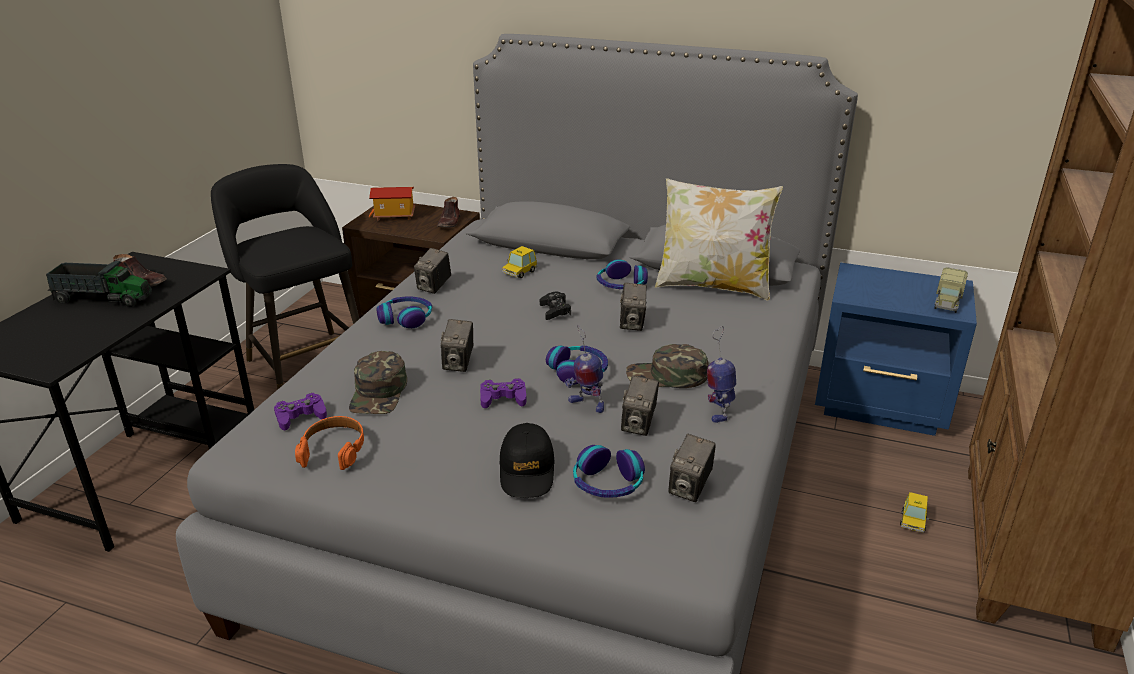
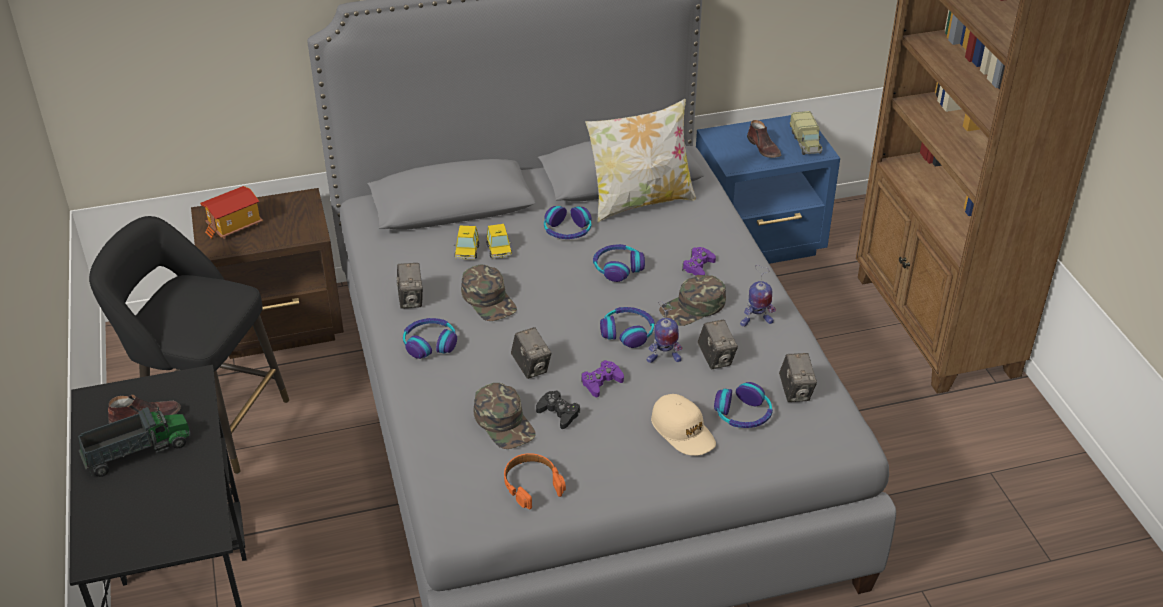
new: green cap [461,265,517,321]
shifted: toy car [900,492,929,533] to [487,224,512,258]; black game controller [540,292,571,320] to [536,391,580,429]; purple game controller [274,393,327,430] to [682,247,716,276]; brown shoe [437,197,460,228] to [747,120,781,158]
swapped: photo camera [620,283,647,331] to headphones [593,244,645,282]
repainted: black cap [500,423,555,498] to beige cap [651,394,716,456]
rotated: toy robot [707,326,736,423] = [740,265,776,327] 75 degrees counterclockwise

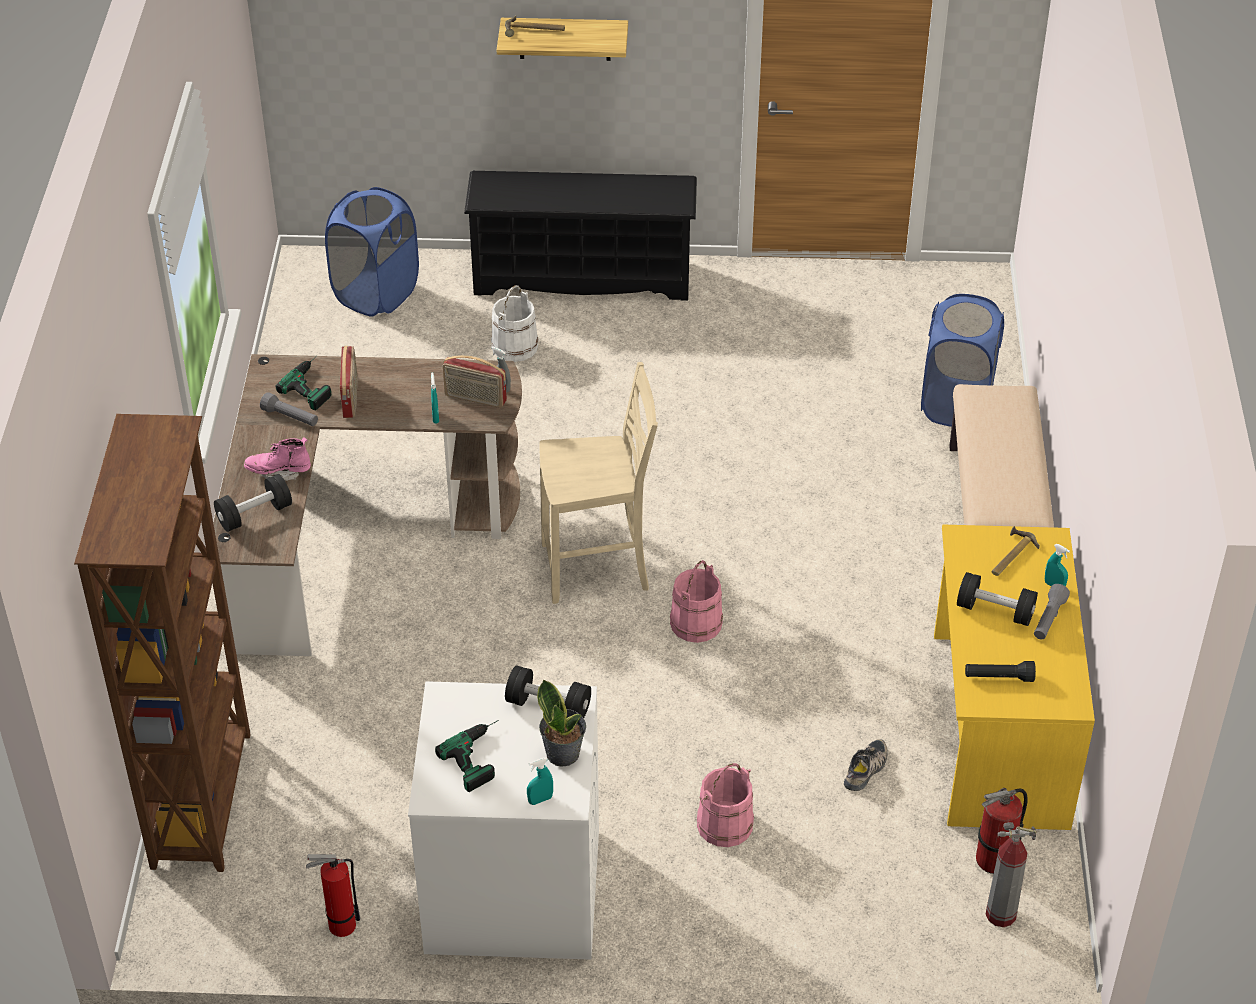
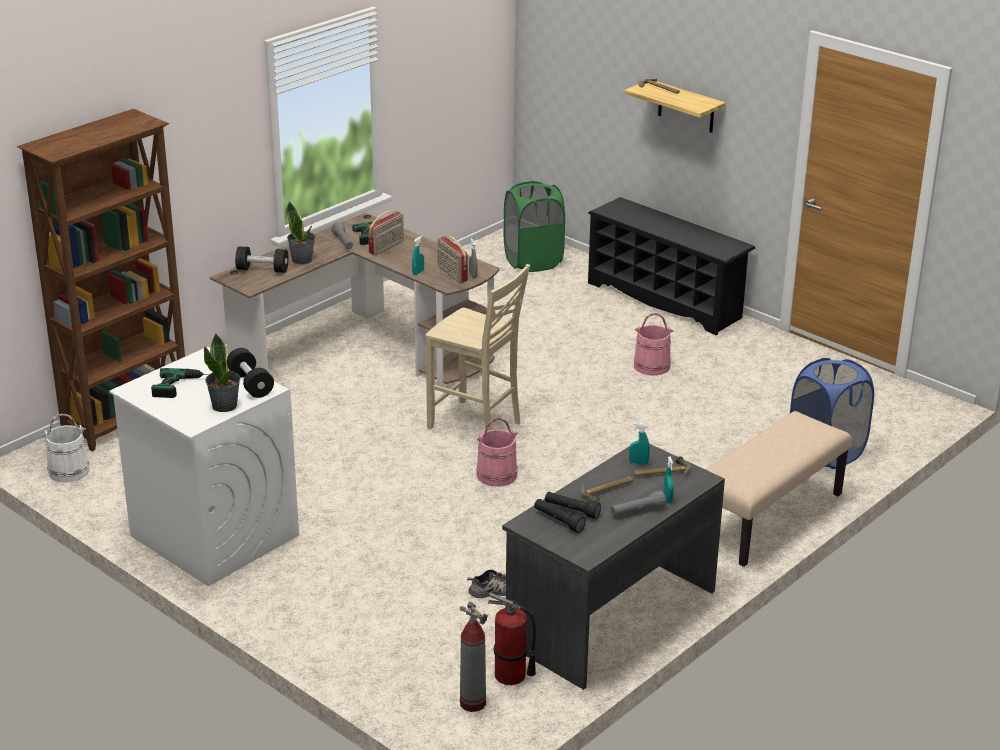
gone: fire extinguisher [306,853,360,937]
new: black flashlight [545,492,601,519]
shifted: white bucket [491,285,538,362] to [42,414,90,482]; turquoise spray bottle [527,757,553,805] to [629,423,650,465]; pink bucket [697,763,754,847] to [634,313,674,375]
swapped: pink boot [244,437,311,481] to potted plant [285,202,315,265]; black dumbbell [957,572,1038,626] to hammer [581,476,633,502]
repainted: yellow desk [934,525,1095,830] to grey desk [502,444,725,690]; blue laundry basket [325,187,419,317] to green laundry basket [504,181,565,272]

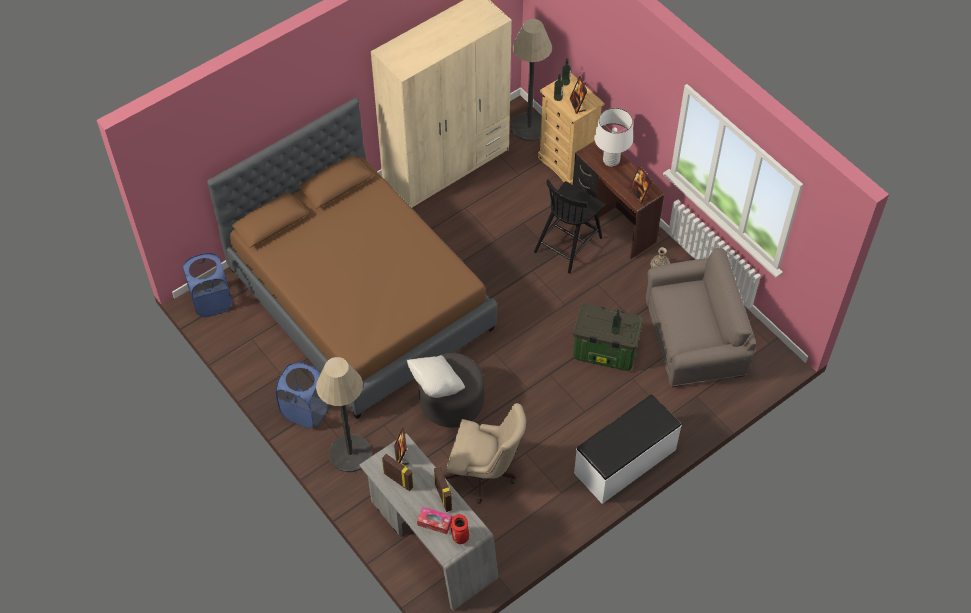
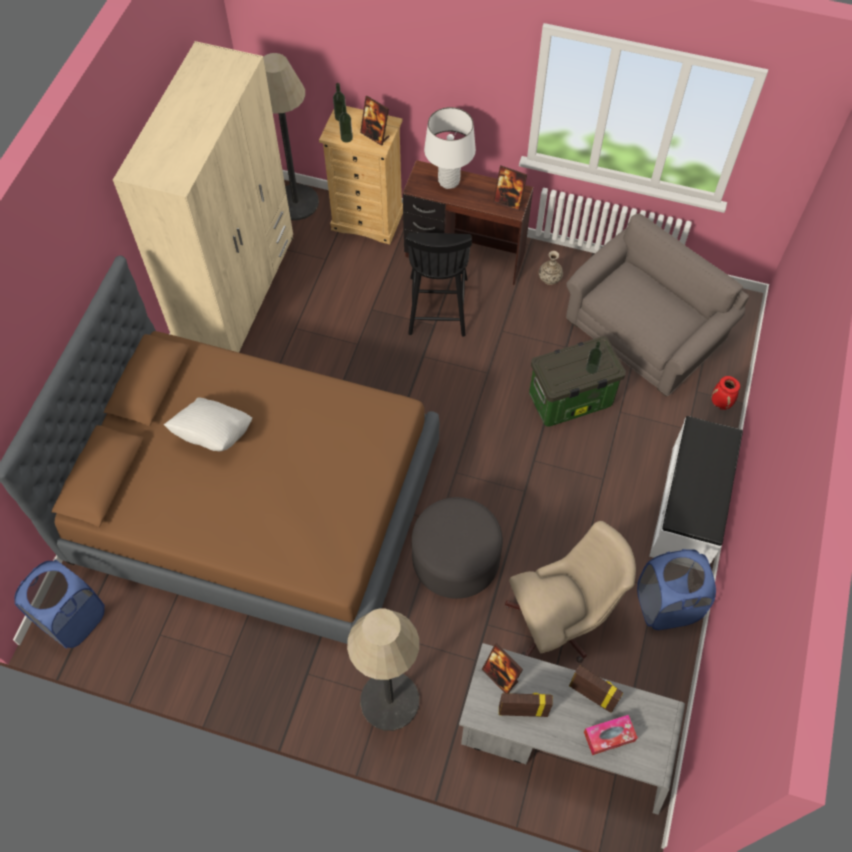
shifted: white pillow [407,355,465,398] to [164,398,252,451]; blue laundry basket [276,362,329,428] to [637,549,716,630]; red vase [450,514,469,544] to [711,376,740,410]

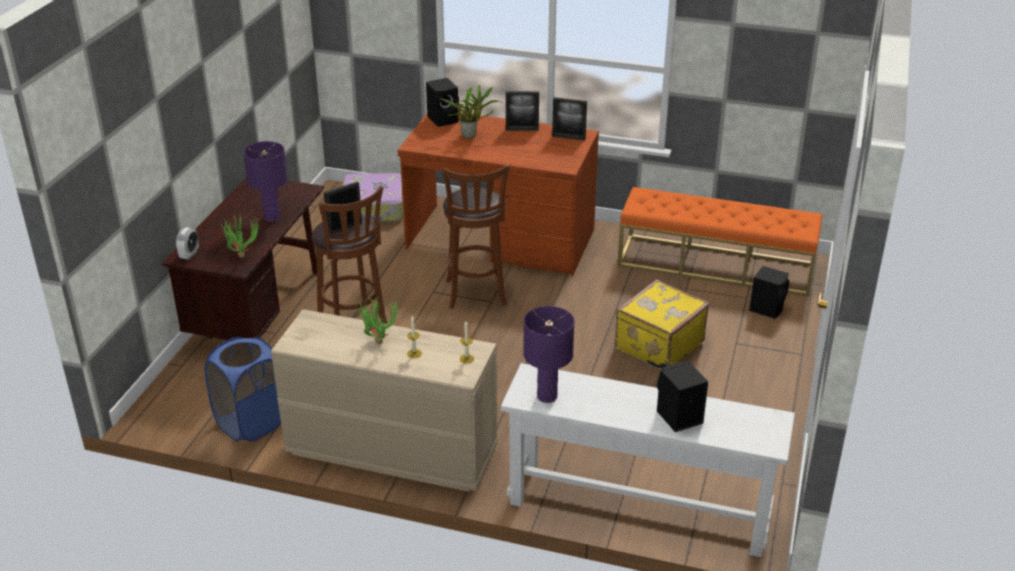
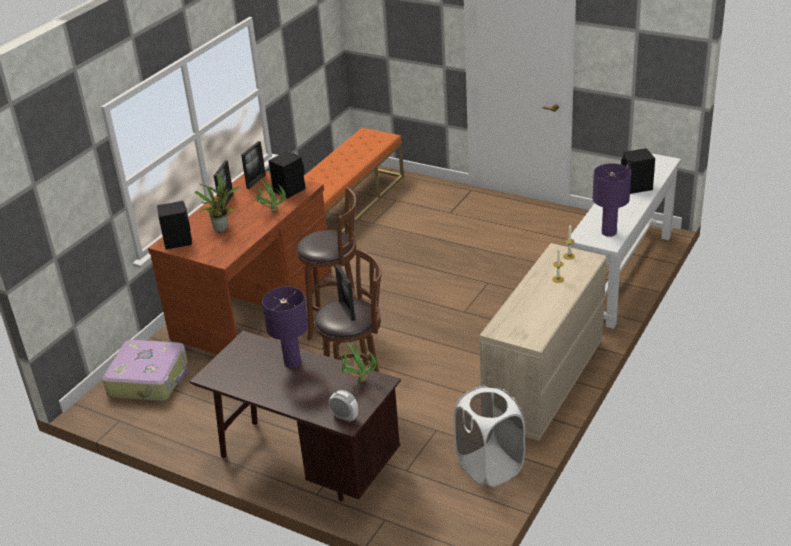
gone: yellow suitcase [615,279,709,370]
shifted: potted plant [356,296,400,344] to [253,176,286,213]; black speaker [749,266,789,319] to [268,151,305,199]
repainted: blue laundry basket [205,337,281,442] to white laundry basket [454,386,525,487]

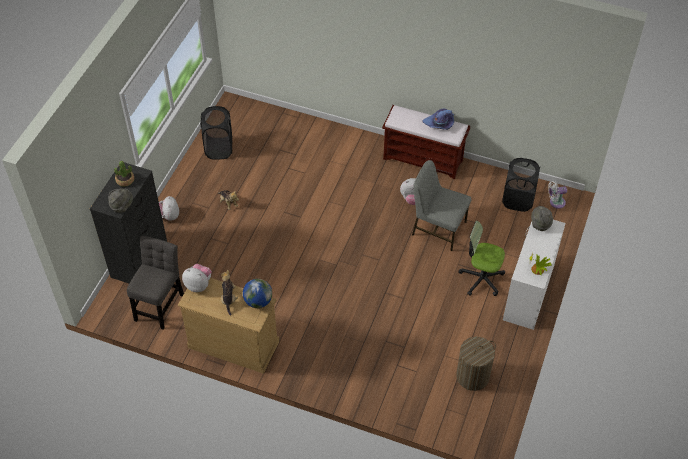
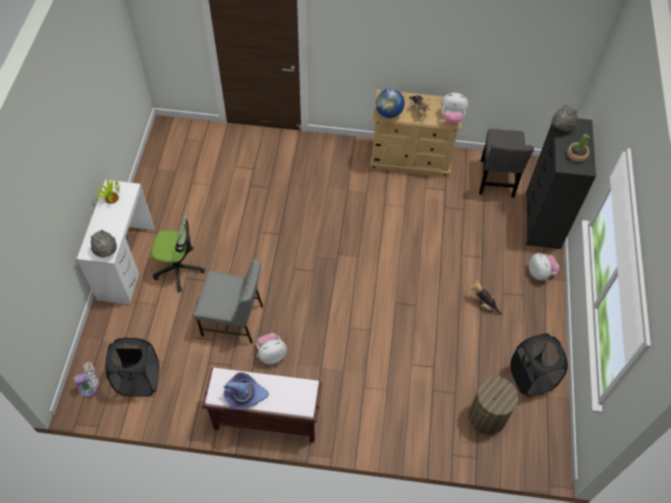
shifted: laundry basket [456,337,496,391] to [469,377,519,435]

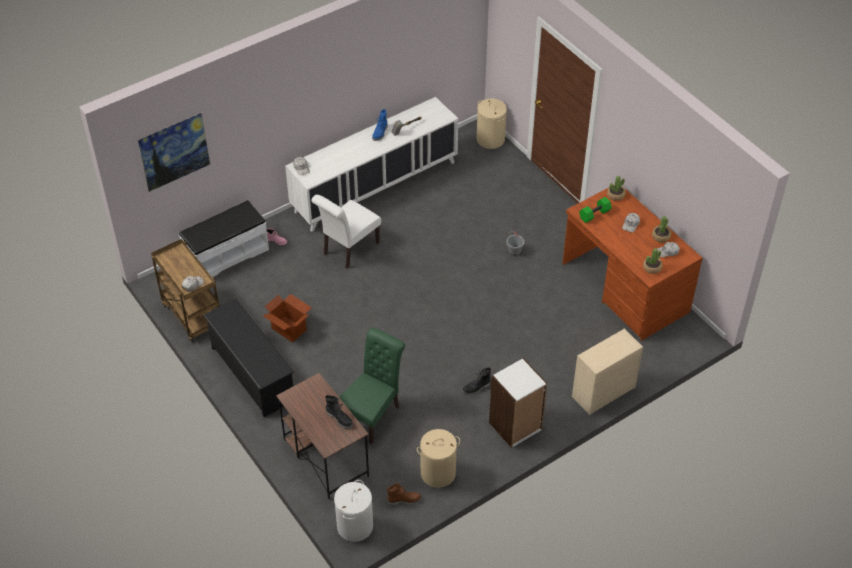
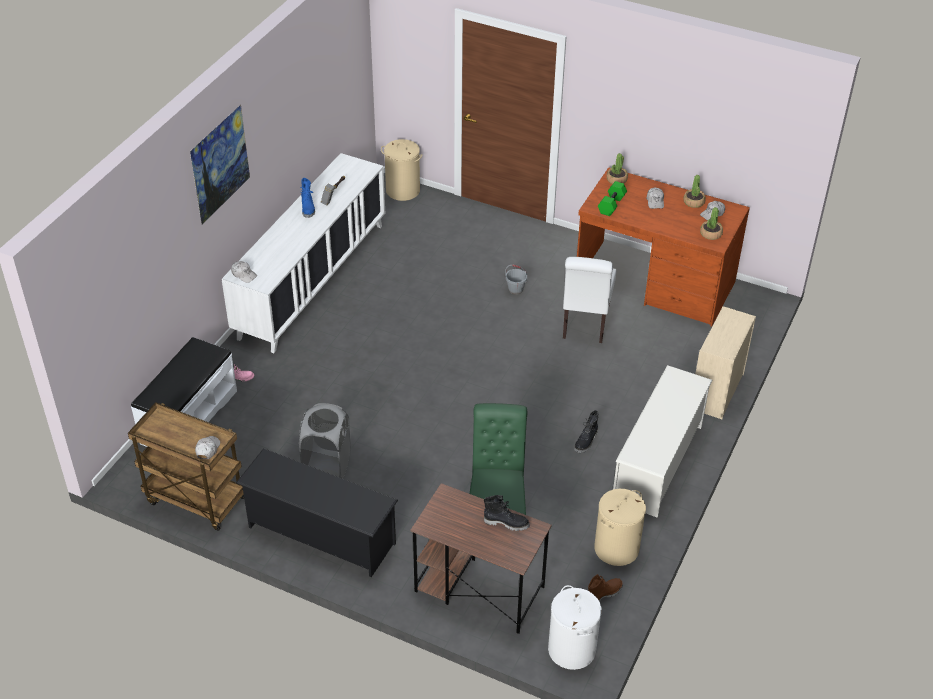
shifted: picture [138,113,210,192] to [190,105,250,225]; white chair [311,195,381,269] to [563,257,617,343]
swapped: cardboard box [263,294,312,343] to grey laundry basket [299,403,351,479]; white bookcase [489,358,547,448] to white shoe rack [613,365,712,518]

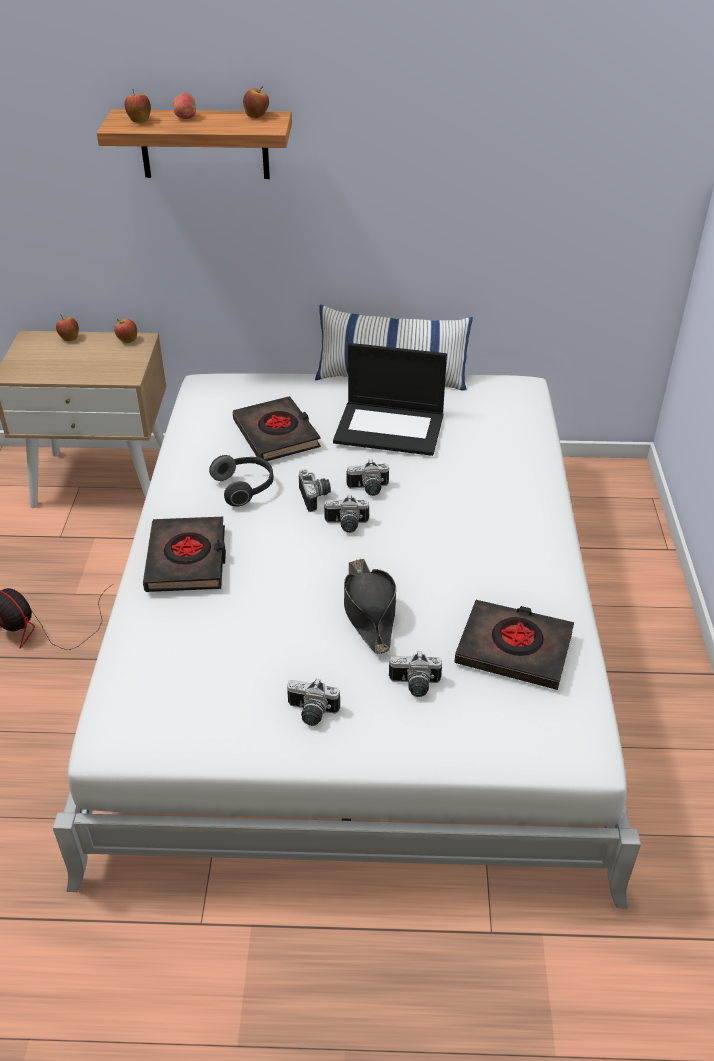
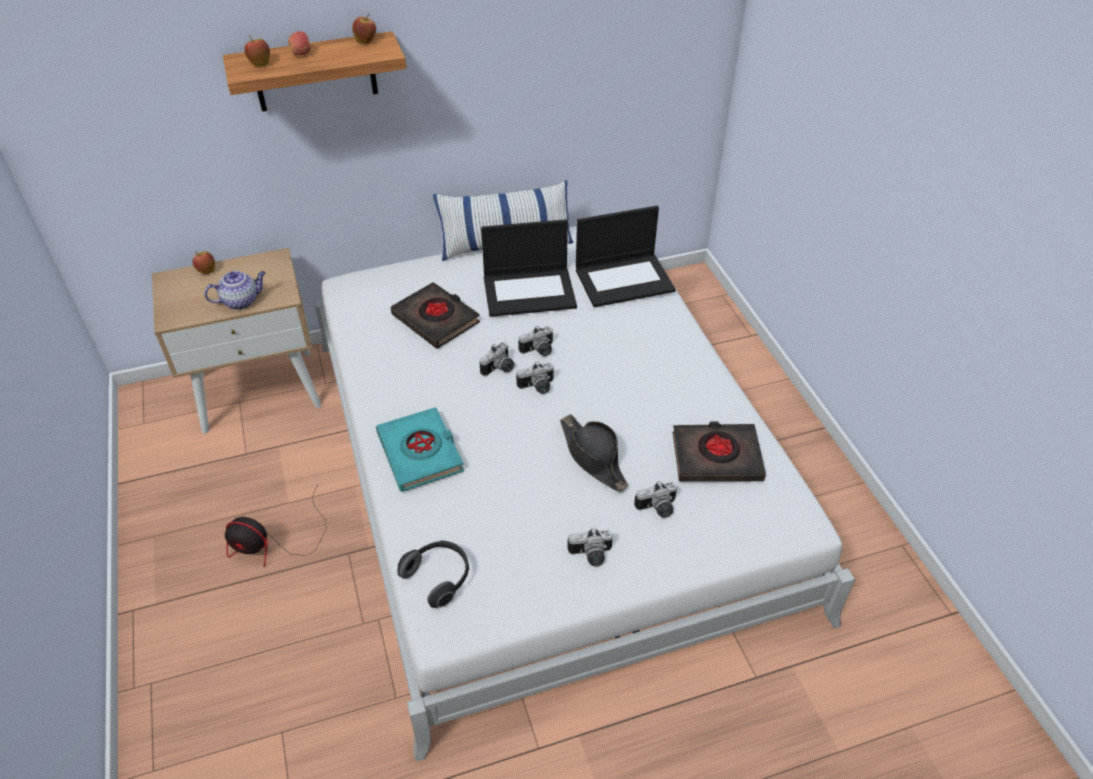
gone: apple [114,319,137,343]
new: teapot [204,271,266,310]; laptop [576,206,676,307]
shifted: headphones [209,455,273,507] to [397,540,469,608]
repainted: black book [143,517,226,592] to turquoise book [376,407,464,492]
rotated: photo camera [299,469,331,512] = [480,342,515,376] 75 degrees clockwise

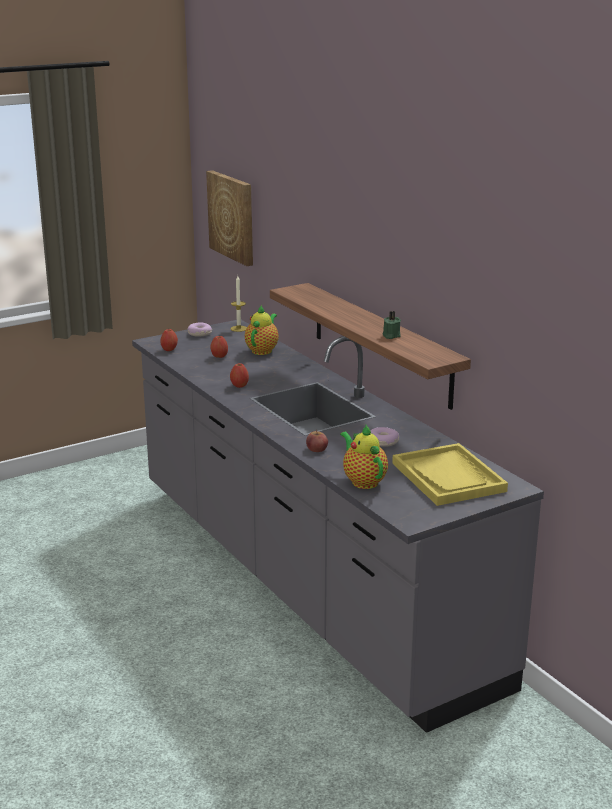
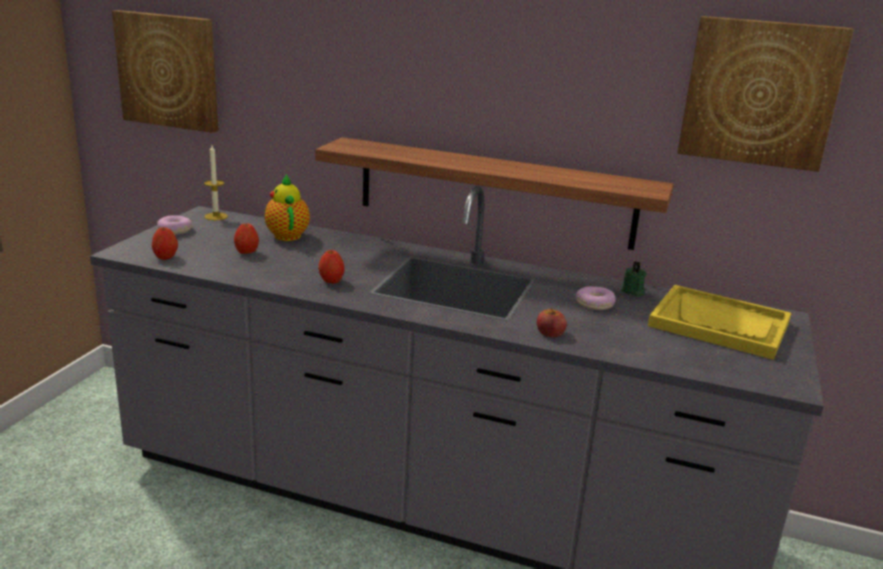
gone: teapot [340,425,388,489]
new: picture [677,16,854,172]
shifted: green candle [383,311,401,339] to [621,261,647,296]

